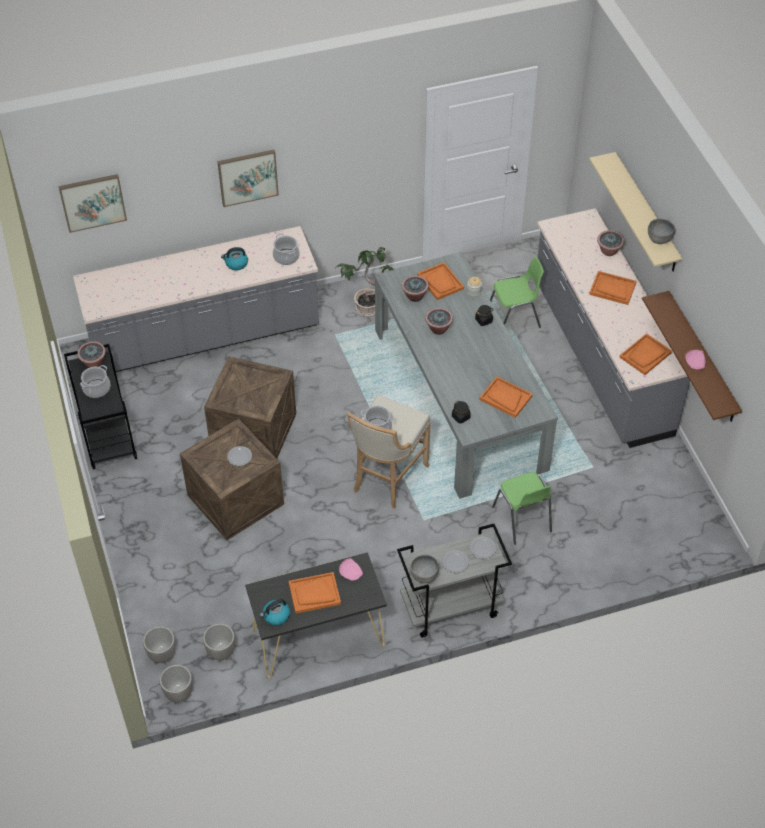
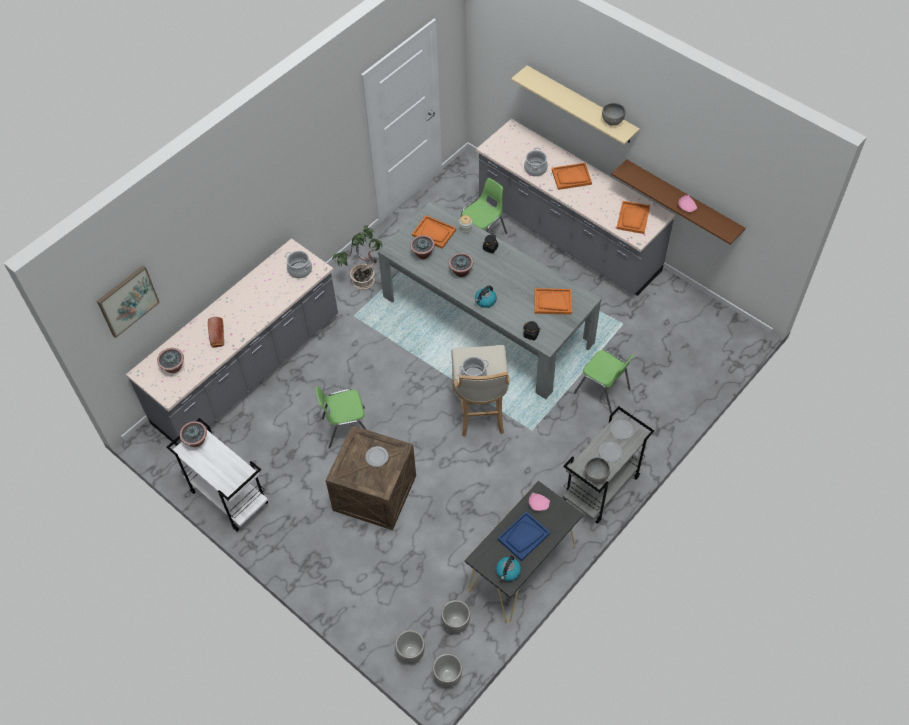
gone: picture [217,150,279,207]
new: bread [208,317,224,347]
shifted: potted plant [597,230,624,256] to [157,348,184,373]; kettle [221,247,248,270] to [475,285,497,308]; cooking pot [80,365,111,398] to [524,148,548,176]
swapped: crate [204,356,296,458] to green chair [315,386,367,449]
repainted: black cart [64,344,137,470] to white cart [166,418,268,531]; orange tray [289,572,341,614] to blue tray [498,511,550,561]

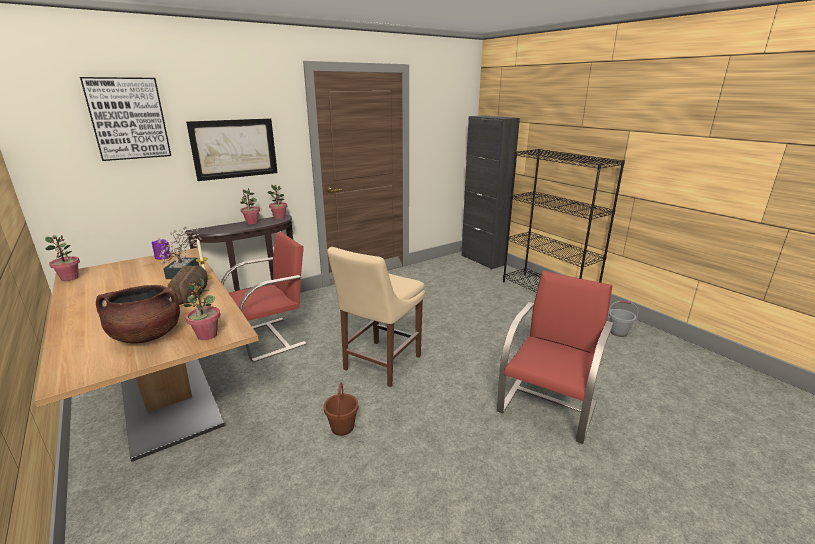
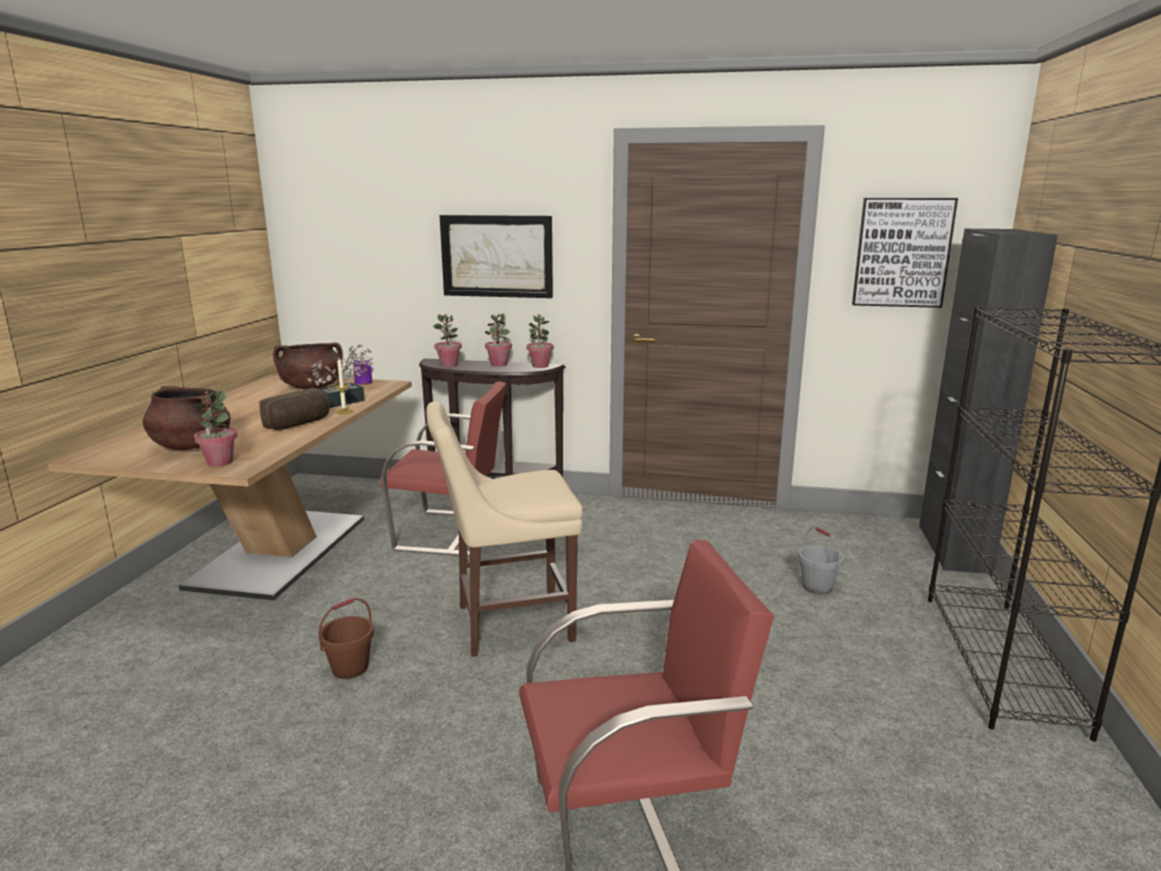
new: brown cooking pot [273,343,343,389]
shifted: potted plant [45,235,80,281] to [433,314,462,367]; grey bucket [608,301,638,337] to [798,527,844,595]; picture [80,77,171,161] to [852,198,958,308]

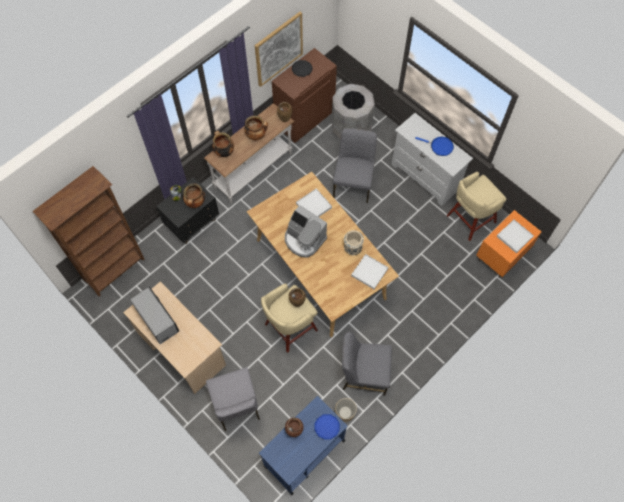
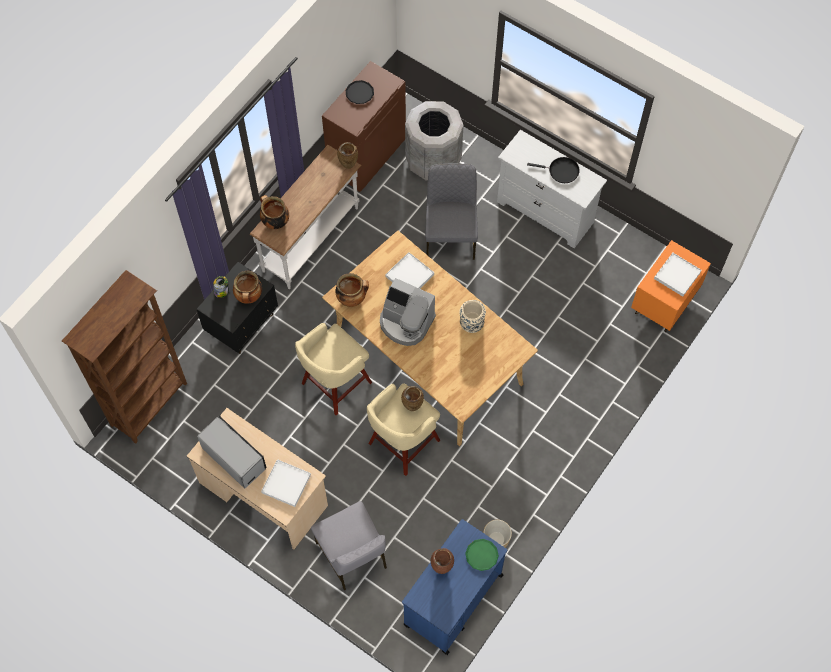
gone: picture [255,12,303,87]; grey chair [342,332,392,396]
shifted: white tray [351,254,388,289] to [261,459,311,507]; beige stool [447,172,507,241] to [295,323,372,416]; cooking pot [244,115,268,140] to [335,273,369,307]
repainted: blue plate [315,414,340,439] to green plate [465,539,499,571]; blue frying pan [415,137,454,156] to black frying pan [527,157,580,183]

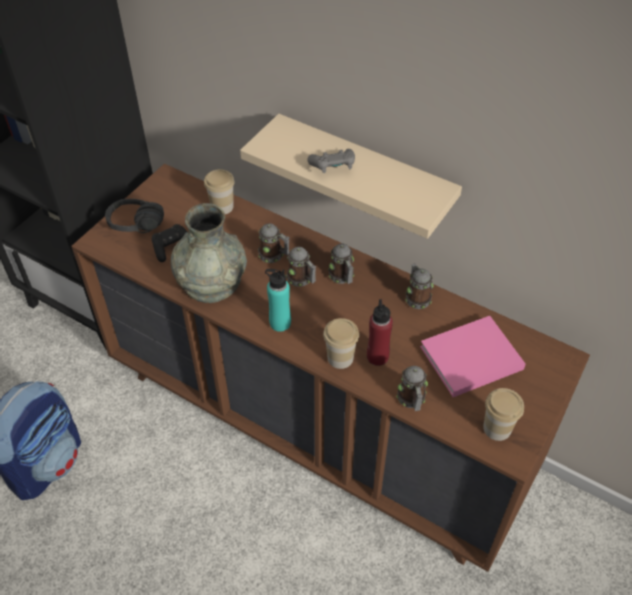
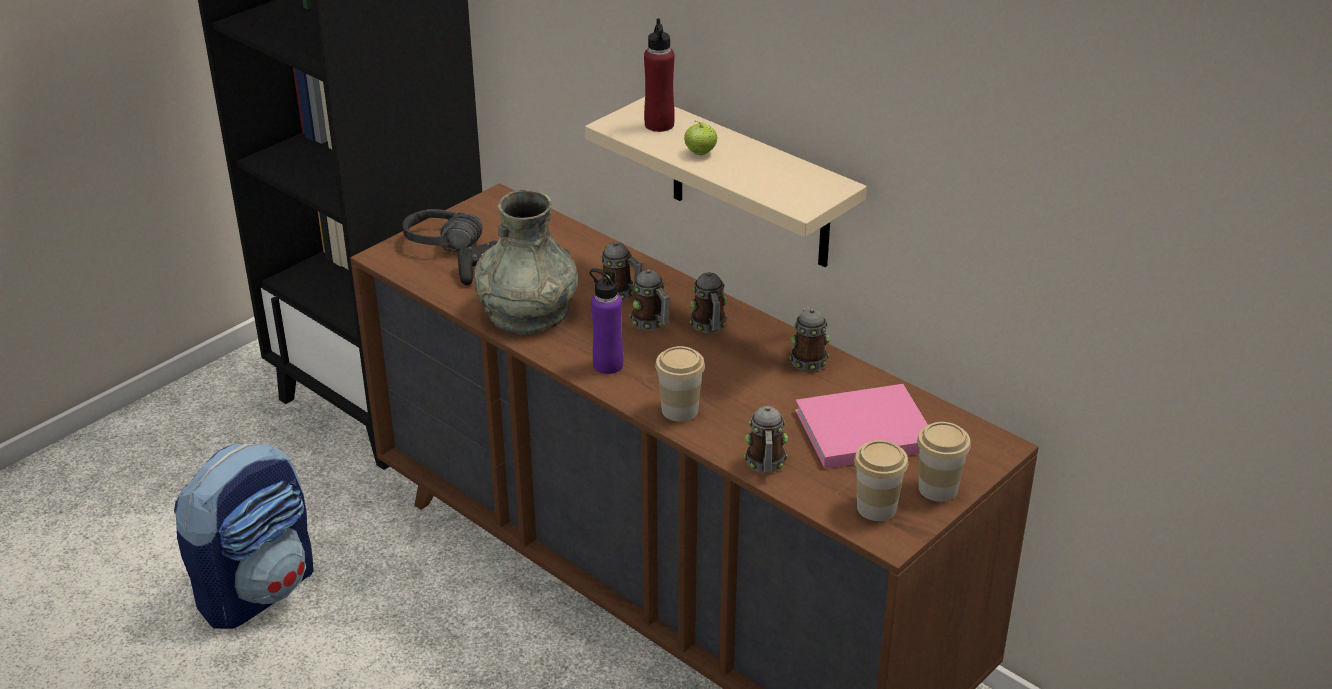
shifted: red bottle [367,299,393,366] to [644,18,675,132]; cup [204,169,235,214] to [917,422,971,502]
swapped: grey game controller [307,149,355,173] to apple [684,121,717,155]
repainted: turquoise bottle [265,269,291,332] to purple bottle [589,268,623,374]

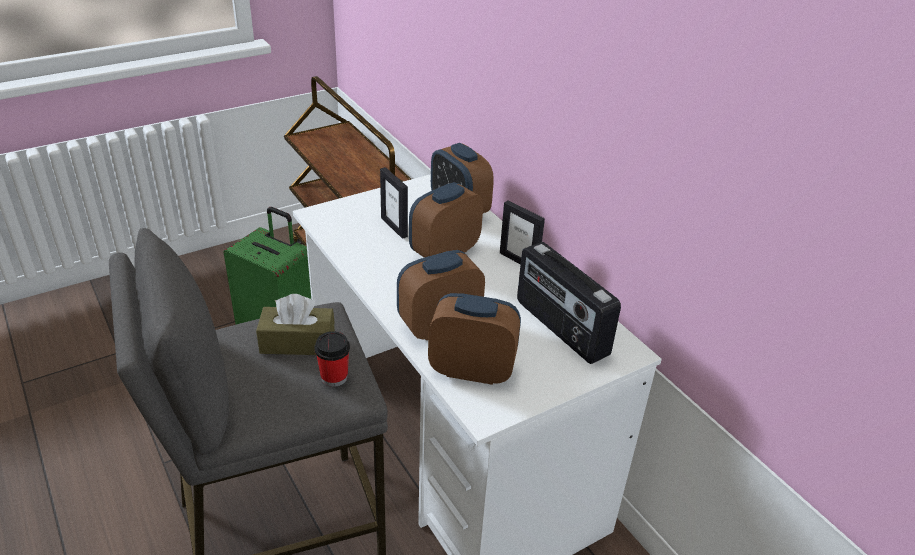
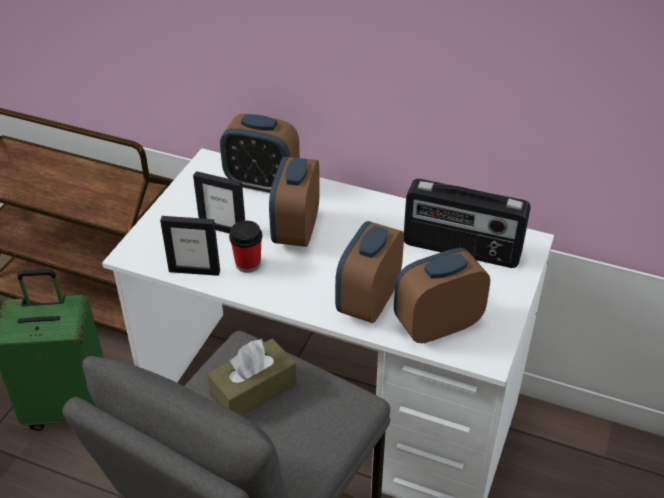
shifted: picture frame [500,200,545,265] to [160,216,220,276]; cup [315,331,350,387] to [229,221,262,273]

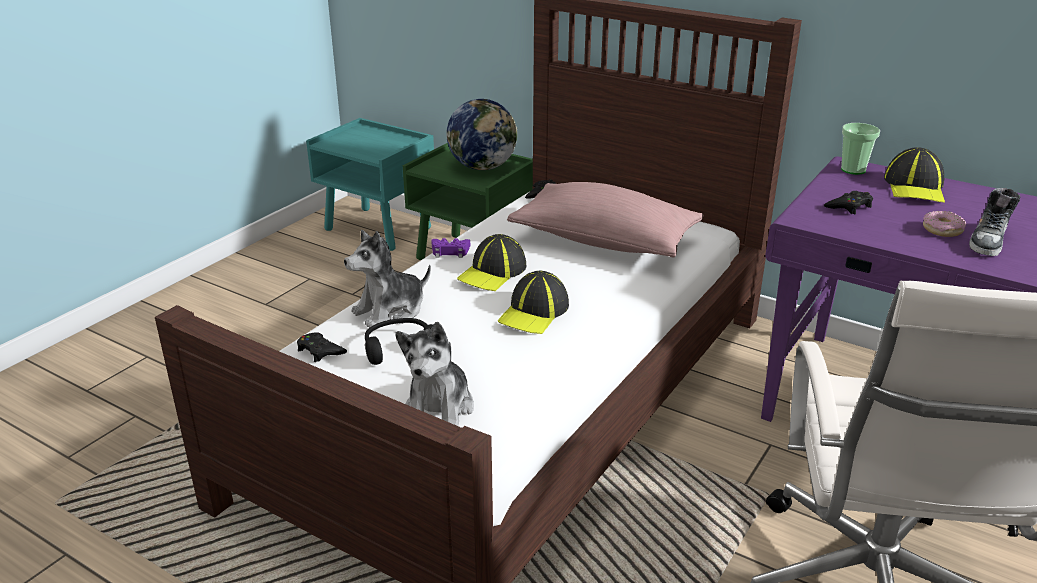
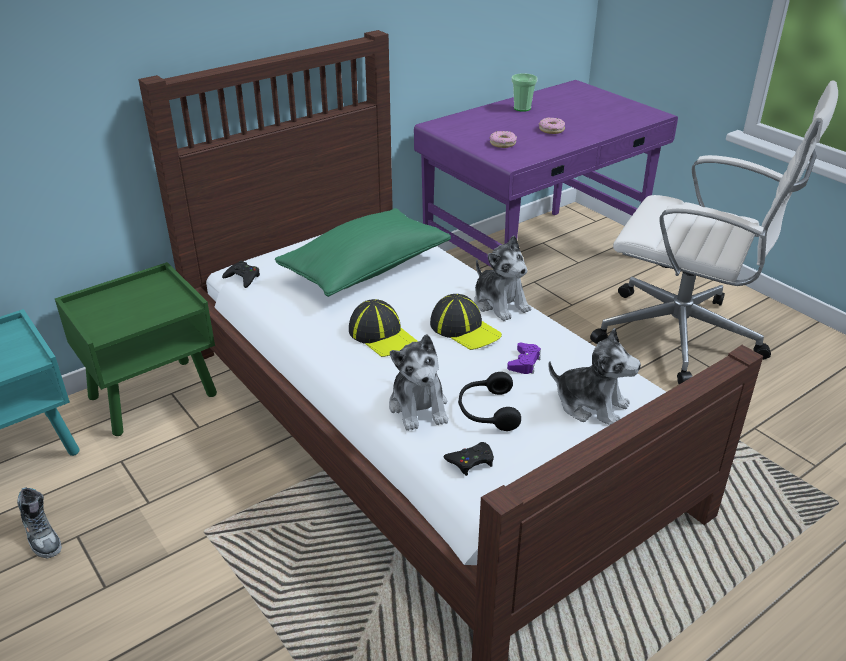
gone: globe [446,99,518,170]; cap [884,147,945,203]
new: plush toy [474,235,531,321]
shifted: shoe [969,188,1020,256] to [17,487,62,559]; purple game controller [431,238,470,258] to [507,343,541,374]; cup [841,123,880,175] to [511,73,538,112]
swapped: black game controller [824,191,873,214] to donut [490,131,517,148]
repainted: pink pillow [507,182,704,258] to green pillow [275,208,451,297]

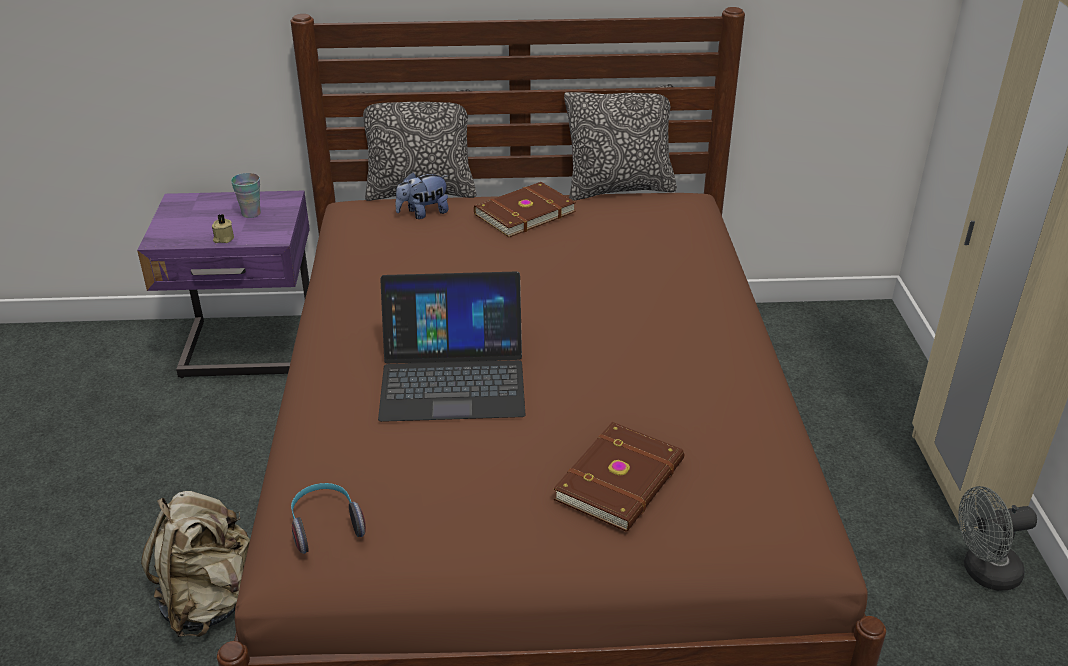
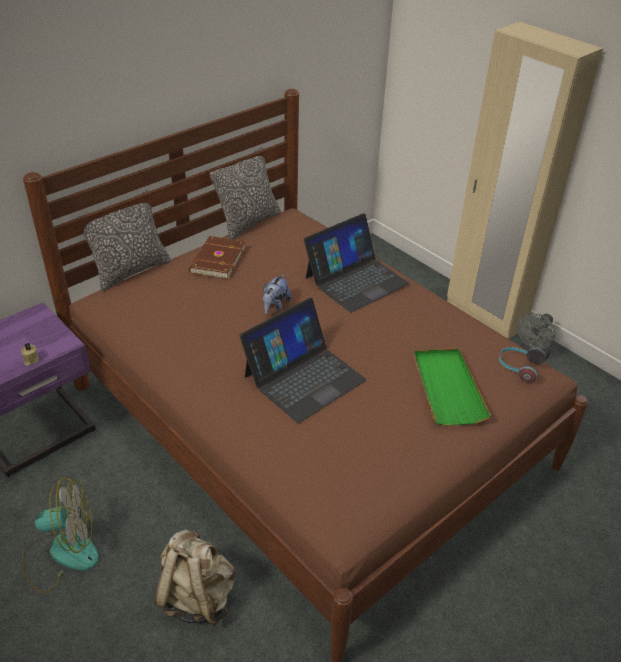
gone: cup [231,173,261,218]
new: fan [22,477,99,594]; laptop [304,213,410,313]
shifted: plush toy [395,172,449,219] to [263,275,291,314]; headphones [291,483,366,554] to [499,347,546,382]
swapped: brown book [553,422,684,532] to green tray [414,348,491,426]

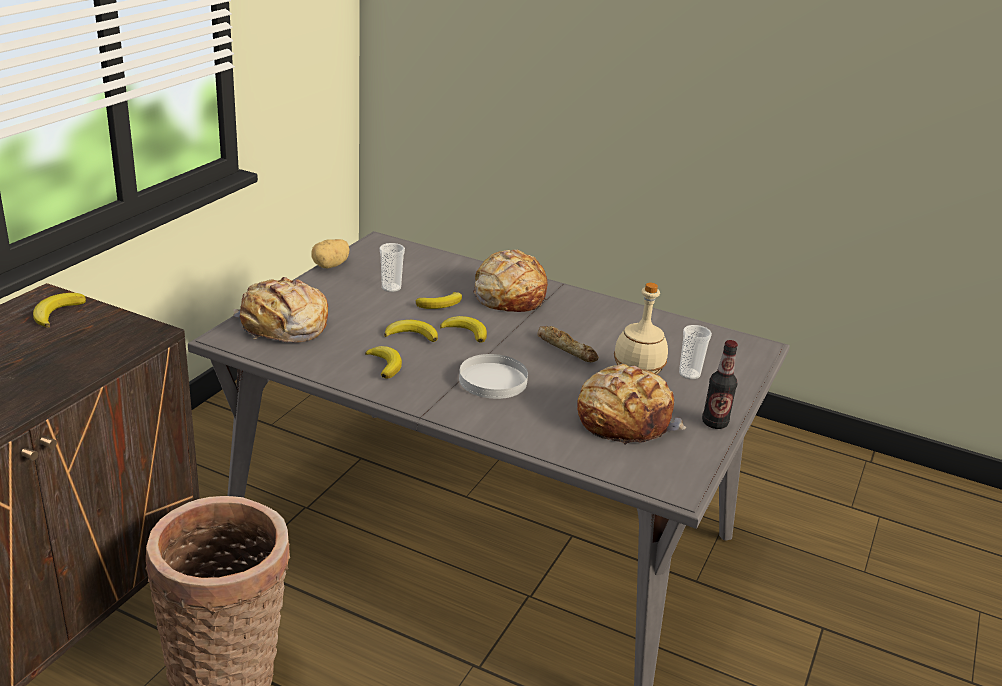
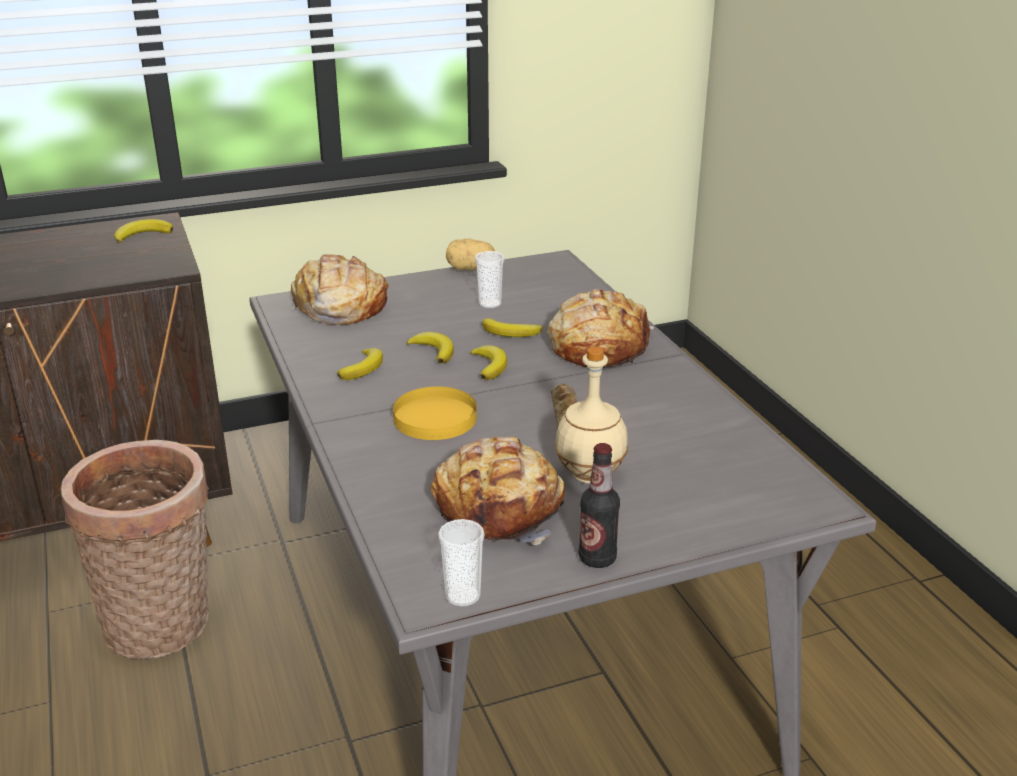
shifted: cup [679,325,712,380] to [438,519,485,607]
repainted: white plate [459,354,528,399] to yellow plate [393,387,477,440]

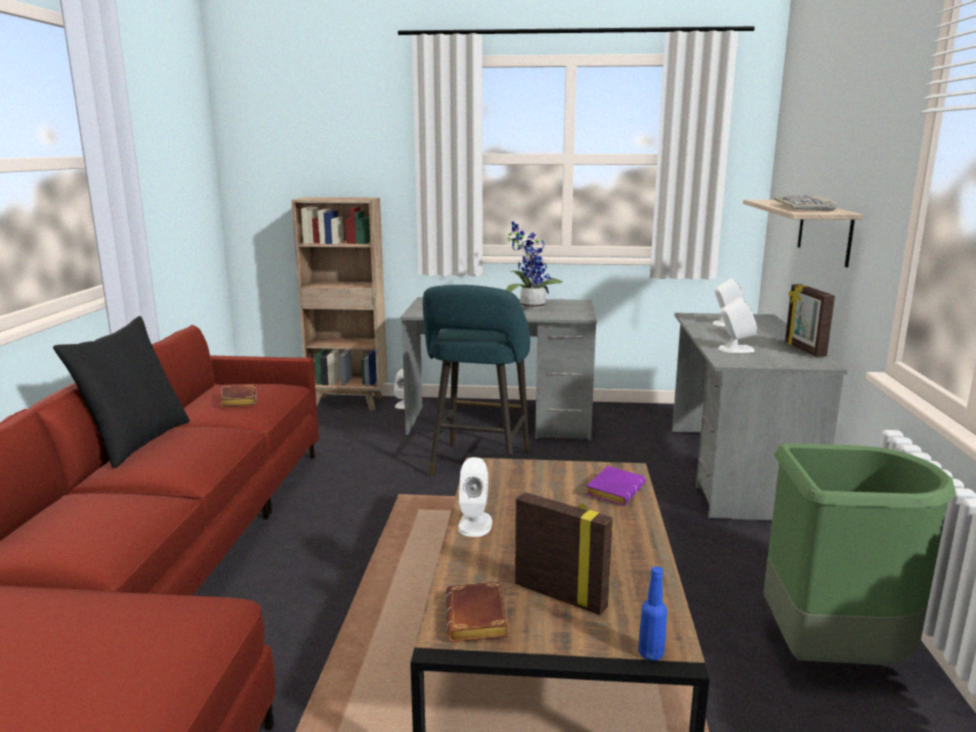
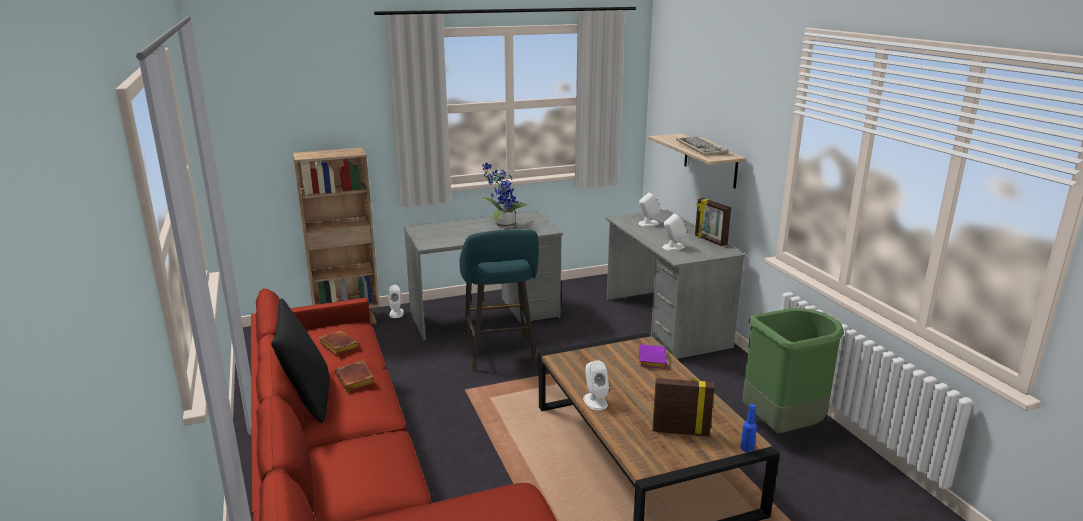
shifted: brown book [446,581,508,642] to [335,361,375,391]

